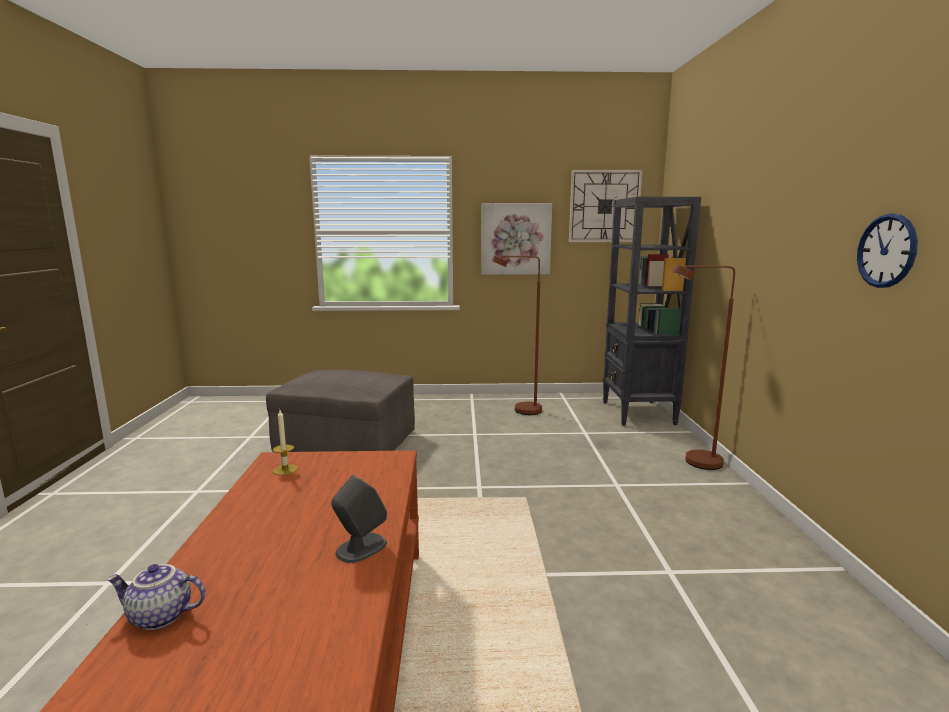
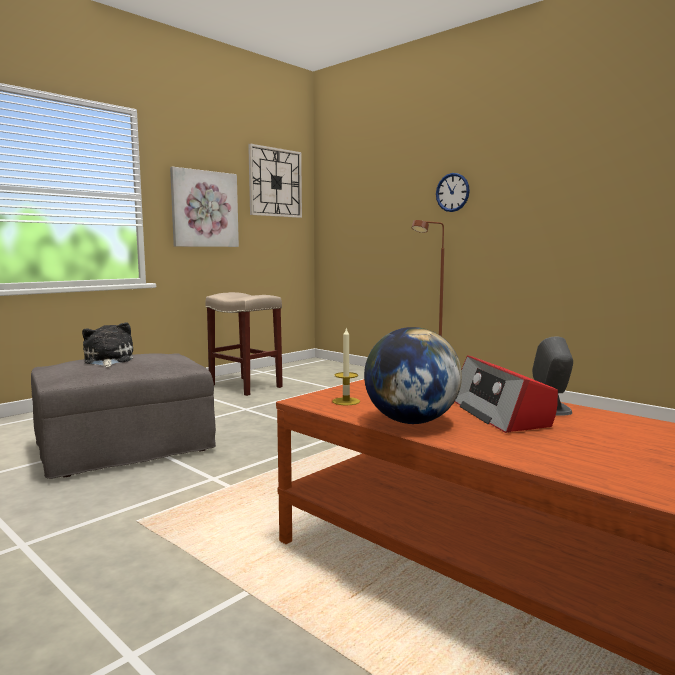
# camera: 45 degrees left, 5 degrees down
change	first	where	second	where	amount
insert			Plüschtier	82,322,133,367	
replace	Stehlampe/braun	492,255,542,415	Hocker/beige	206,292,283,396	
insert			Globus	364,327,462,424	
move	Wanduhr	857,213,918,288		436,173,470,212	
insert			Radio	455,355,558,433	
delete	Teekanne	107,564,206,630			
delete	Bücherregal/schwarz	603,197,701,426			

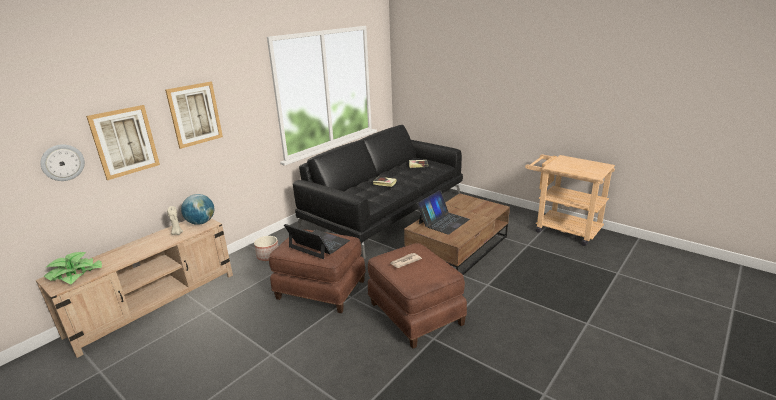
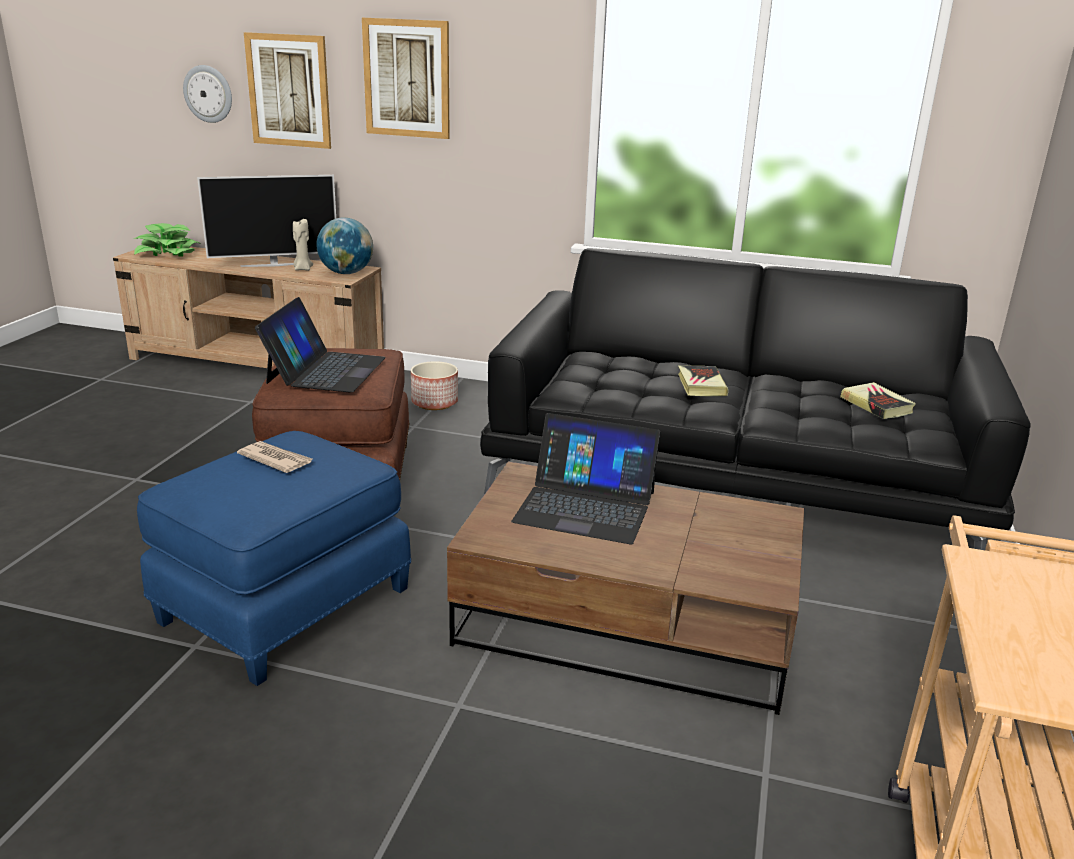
# camera: 65 degrees right, 0 degrees up
change	first	where	second	where	amount
recolor	Polsterhocker/braun	368,243,467,349	Polsterhocker/blau	137,431,411,686	
insert			Fernseher	197,175,336,267	

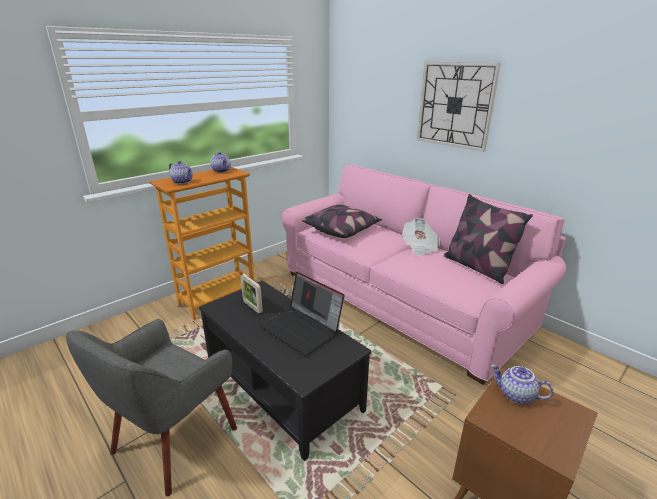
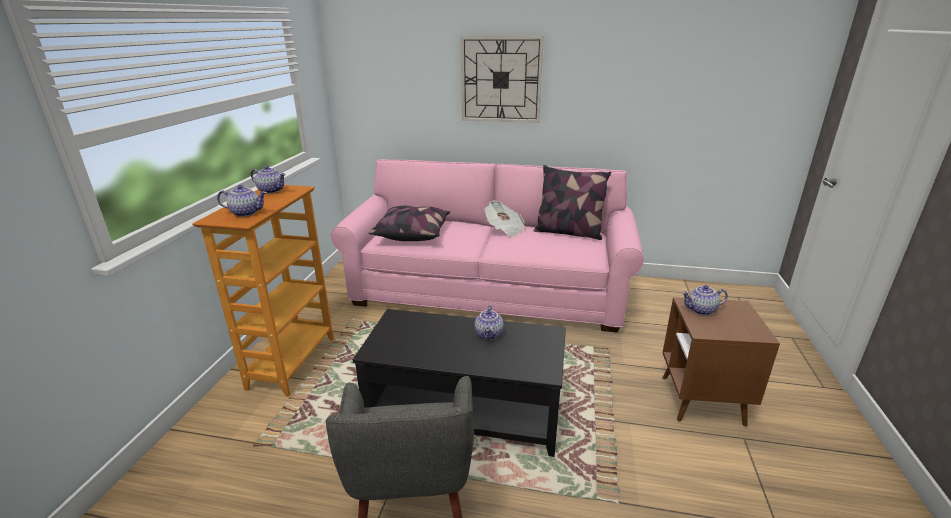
# camera: 35 degrees left, 0 degrees up
change	first	where	second	where	amount
replace	Laptop	260,272,344,356	Teekanne	475,305,504,340	
delete	Bilderrahmen	240,274,263,314			

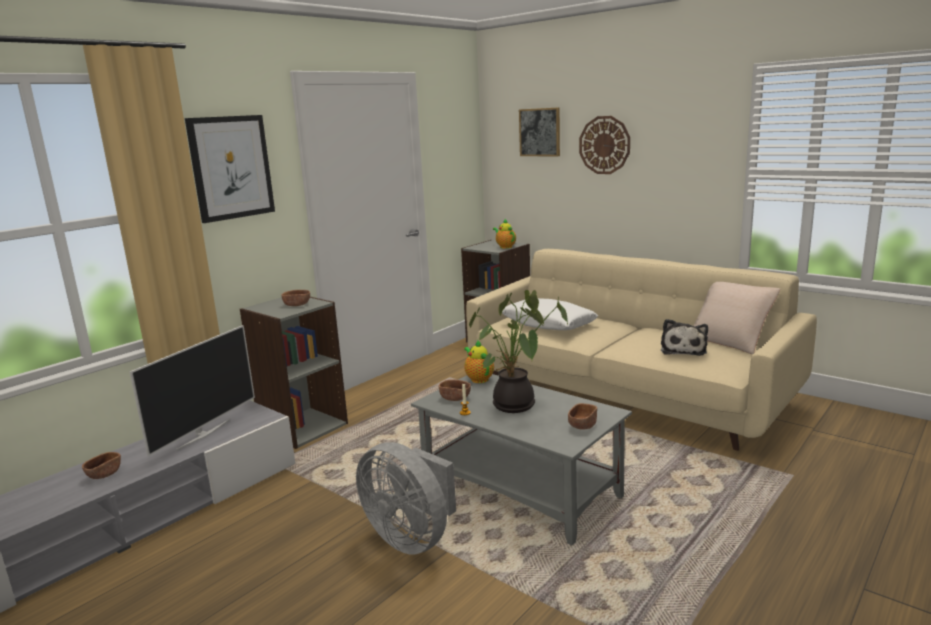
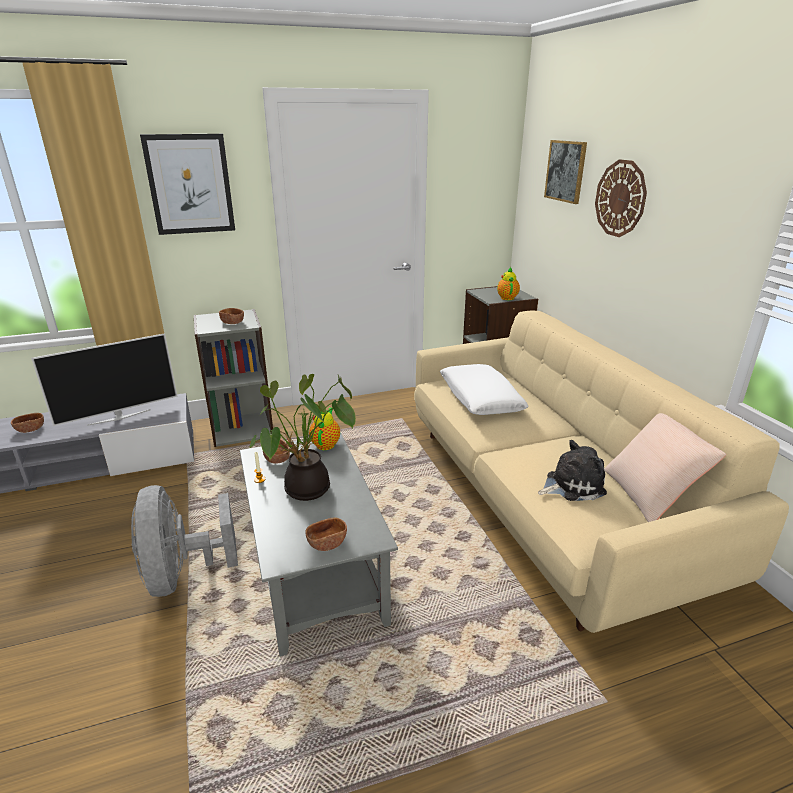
# camera: 30 degrees right, 10 degrees up
change	first	where	second	where	amount
rotate	Plüschtier	661,319,708,356		538,440,607,501	150 degrees counterclockwise

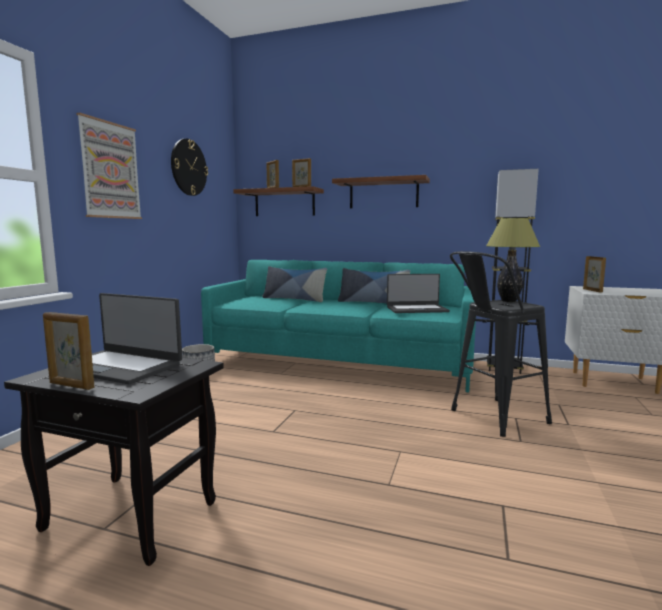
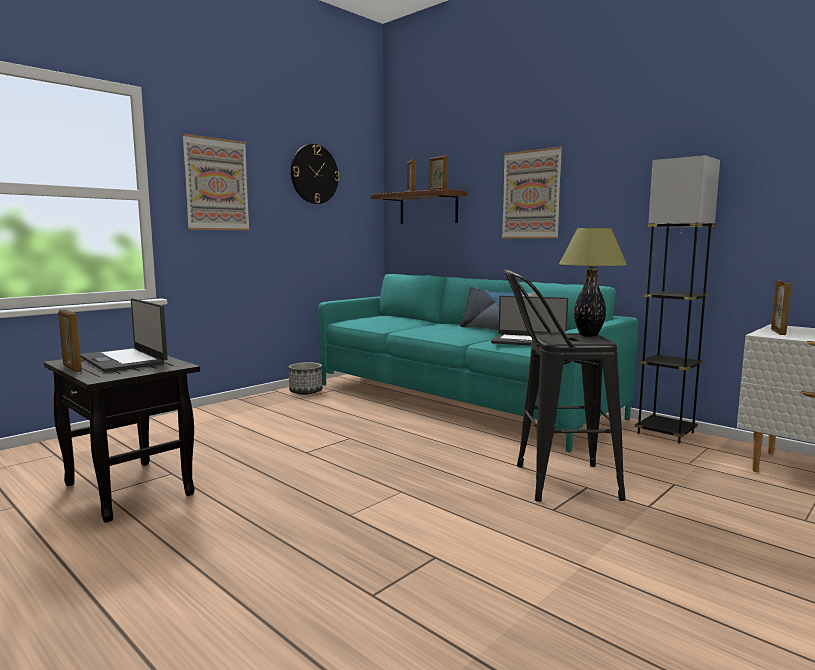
# camera: 25 degrees right, 0 degrees up
change	first	where	second	where	amount
replace	Wandregal	332,175,430,208	Bild	501,147,562,239	
delete	Kissen	262,266,327,302			

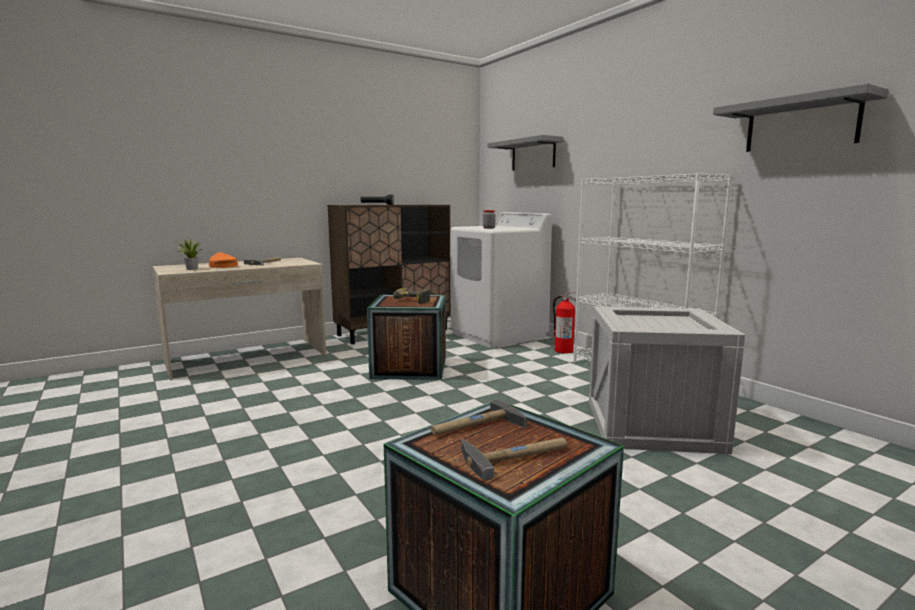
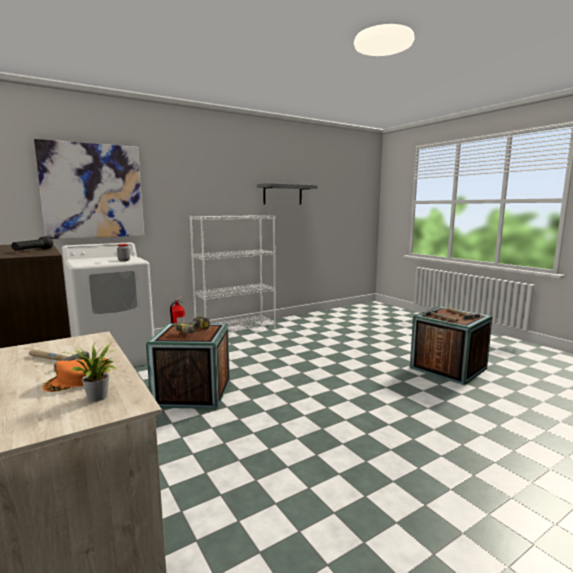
# camera: 90 degrees left, 0 degrees up
change	first	where	second	where	amount
replace	Wandregal/grau	488,135,564,170	Bild	34,139,144,239	
delete	Kiste	589,306,745,454			

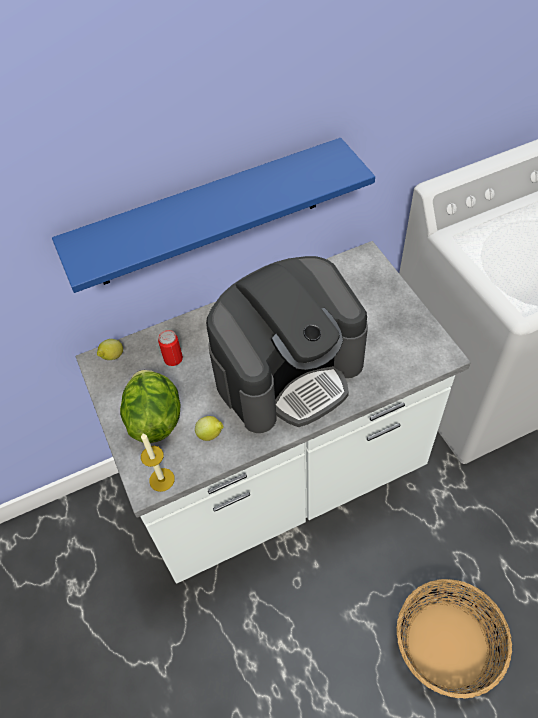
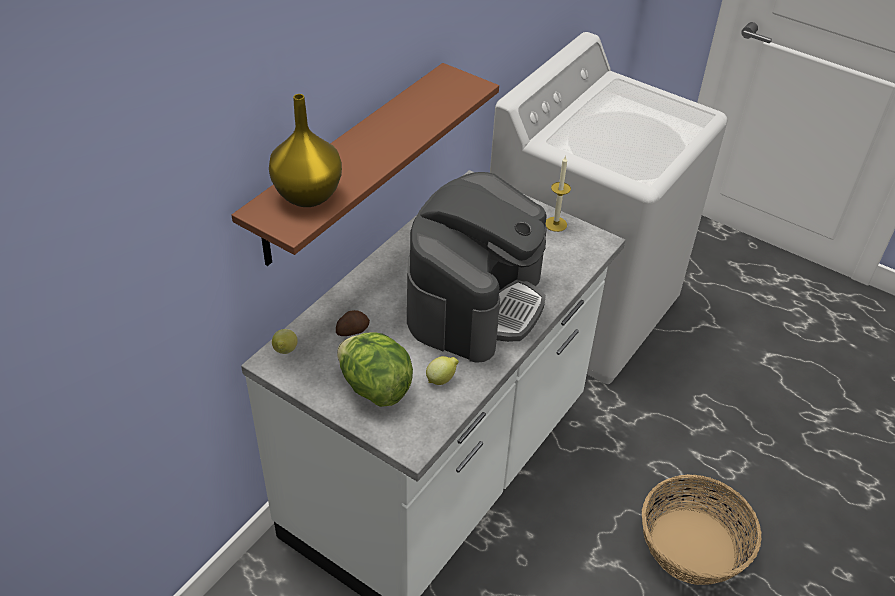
# camera: 35 degrees left, 10 degrees down
change	first	where	second	where	amount
recolor	Wandregal/blau	52,138,375,293	Wandregal/braun	231,63,499,266	
insert			Vase/gelb	269,94,342,207	
replace	Dose	158,330,183,366	Kartoffel	336,310,370,336	
move	Kerze	141,434,175,492		546,155,571,232	

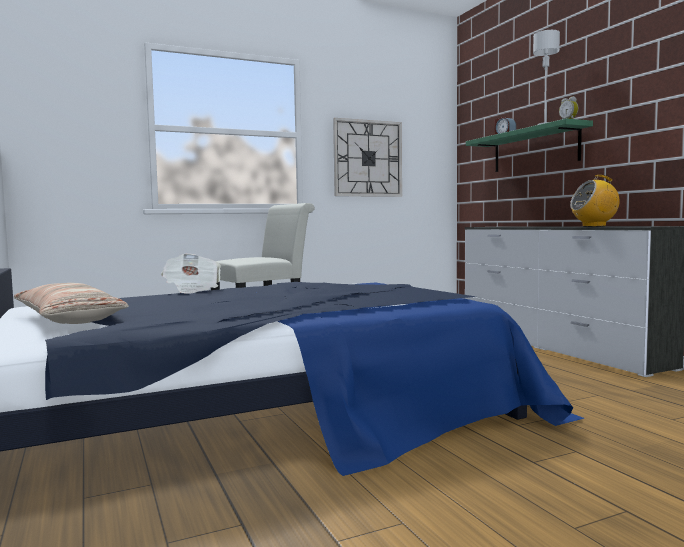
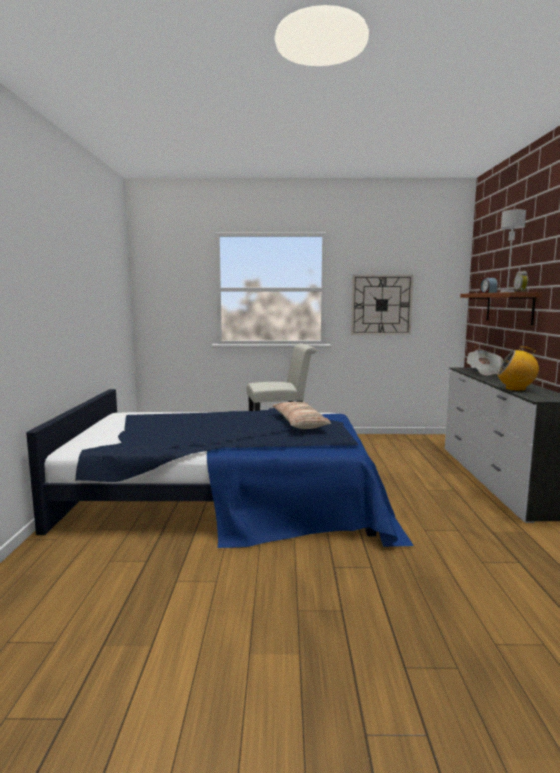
# camera: 25 degrees right, 5 degrees up
change	first	where	second	where	amount
move	Kissen	14,283,129,324		273,402,331,429	
recolor	Wandregal/grün	466,118,593,172	Wandregal/braun	460,292,542,325	
move	Zeitung	161,254,221,294		466,349,503,375	

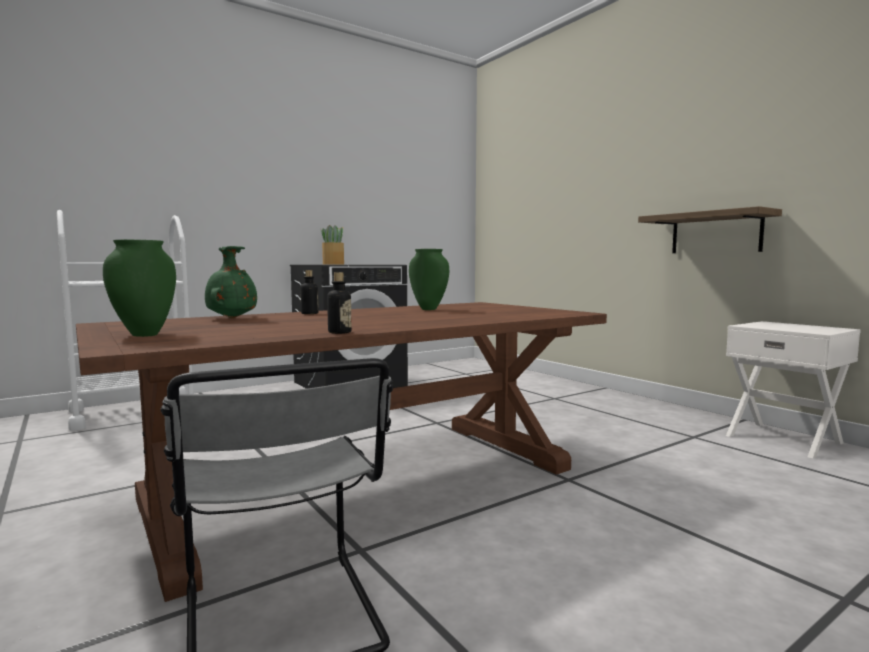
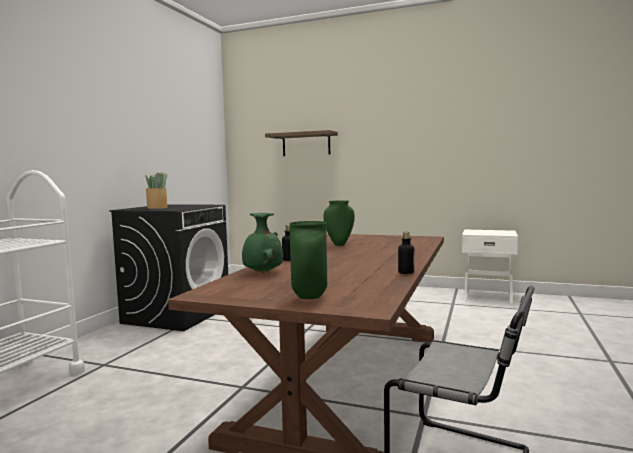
# camera: 35 degrees left, 0 degrees up
change	first	where	second	where	amount
move	Wandregal	638,206,782,253		265,130,338,156	

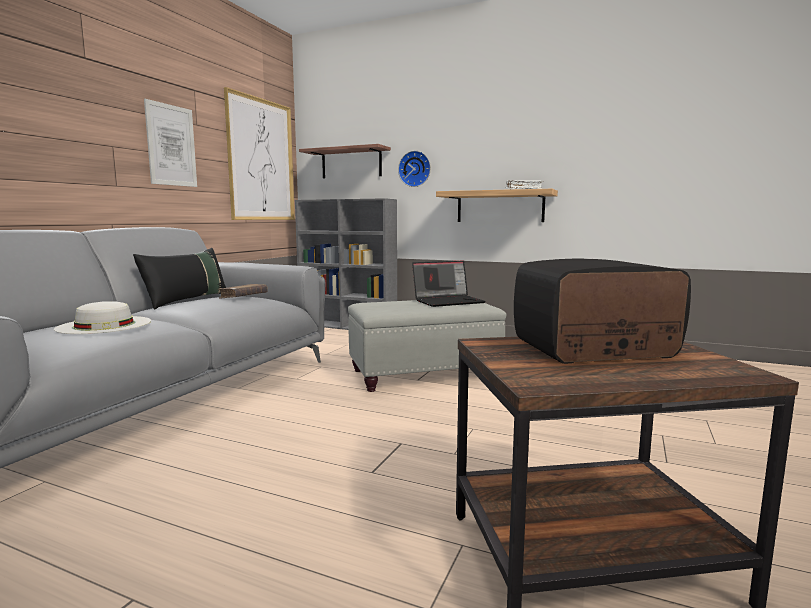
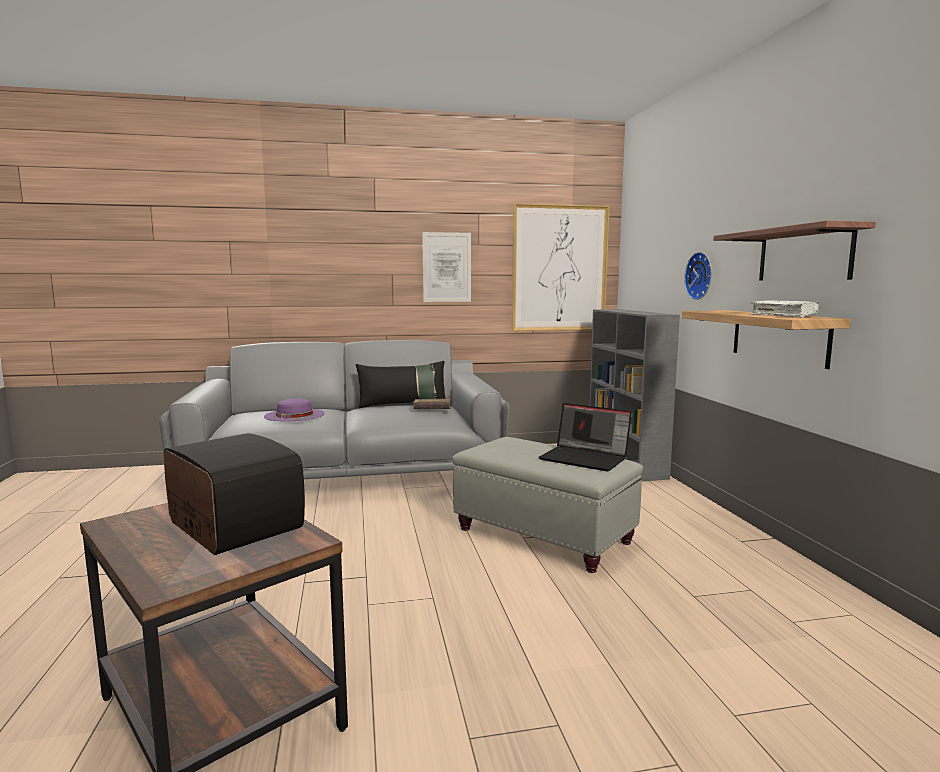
# camera: 55 degrees right, 0 degrees up
change	first	where	second	where	amount
recolor	Hut/weiß	54,301,151,334	Hut/lila	264,398,325,421	
move	Wandregal	299,144,391,178		714,221,876,281	

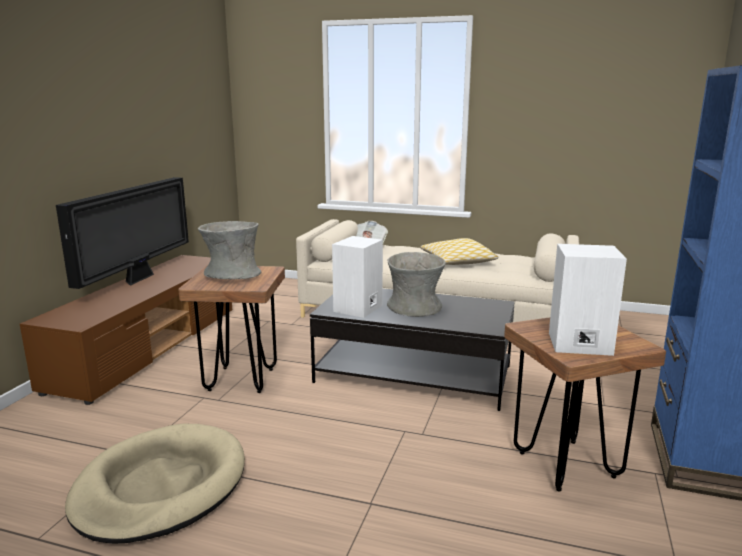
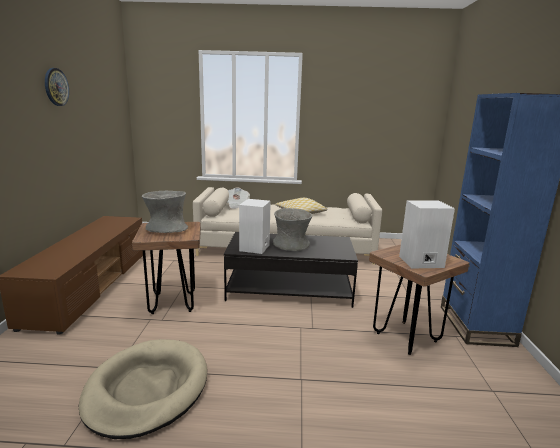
# camera: 15 degrees left, 0 degrees up
change	first	where	second	where	amount
insert			Wanduhr	45,68,69,106	
delete	Fernseher	56,177,189,289			

